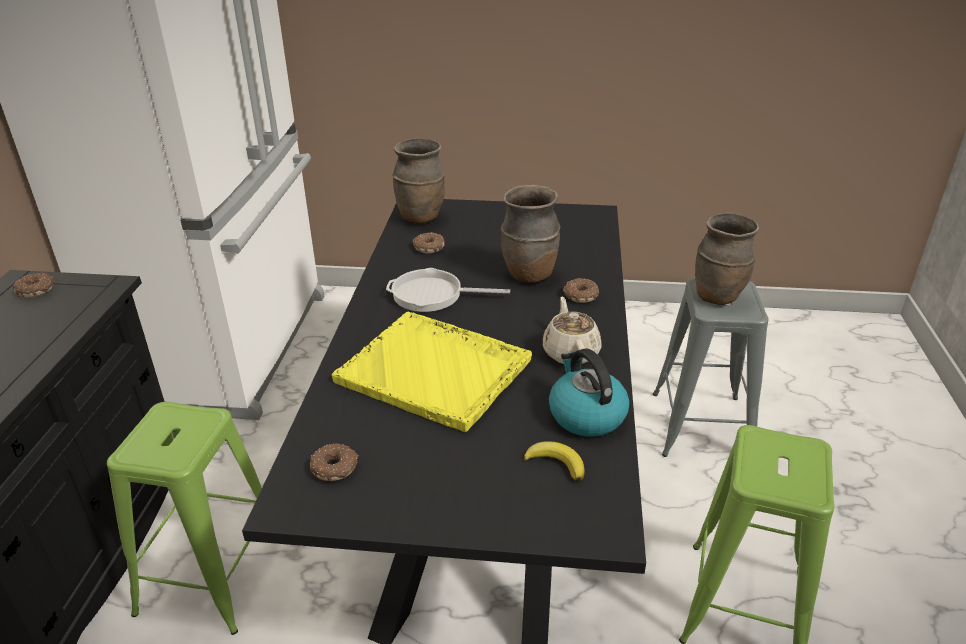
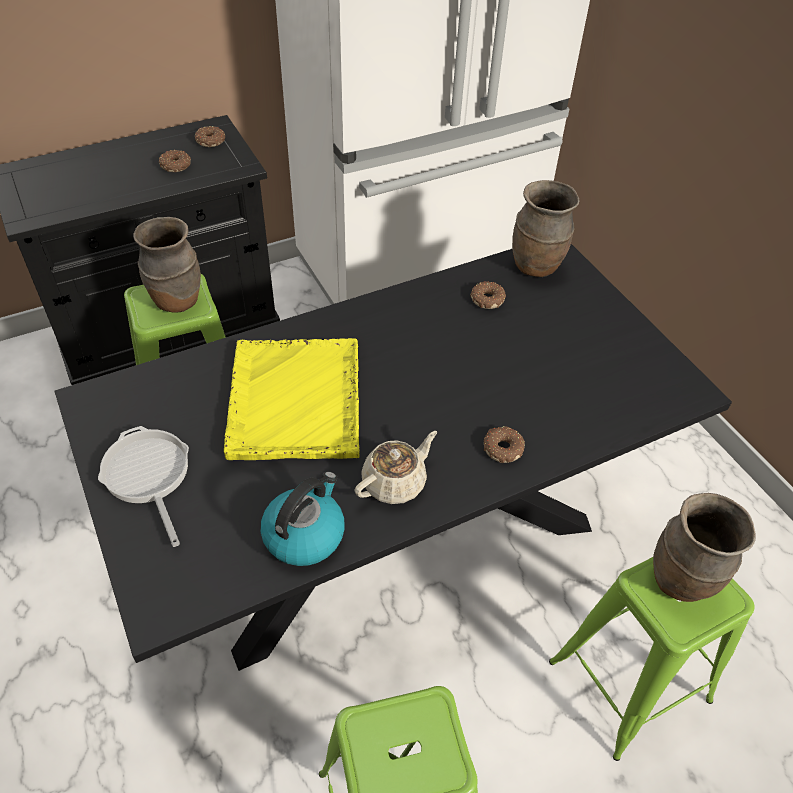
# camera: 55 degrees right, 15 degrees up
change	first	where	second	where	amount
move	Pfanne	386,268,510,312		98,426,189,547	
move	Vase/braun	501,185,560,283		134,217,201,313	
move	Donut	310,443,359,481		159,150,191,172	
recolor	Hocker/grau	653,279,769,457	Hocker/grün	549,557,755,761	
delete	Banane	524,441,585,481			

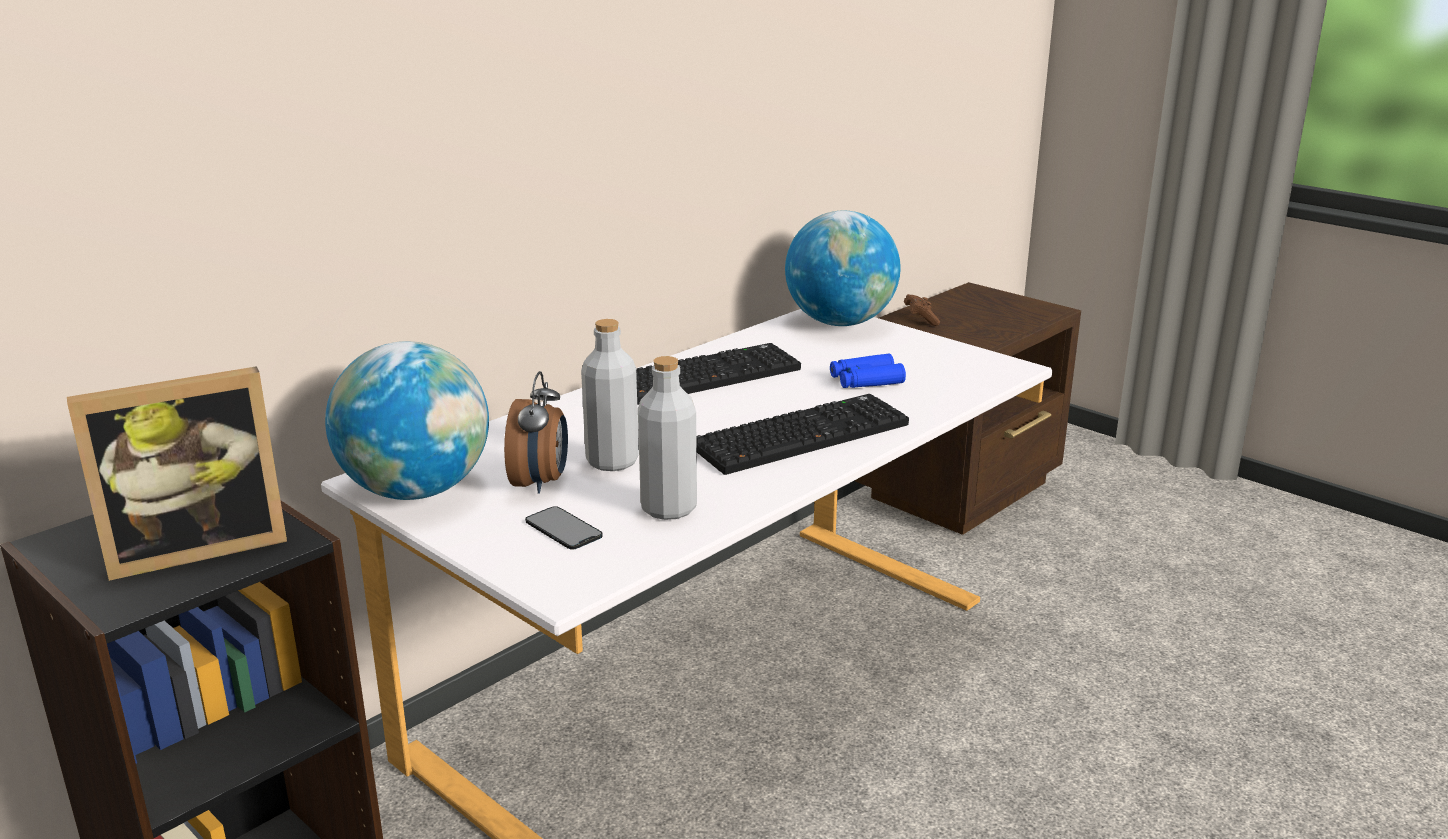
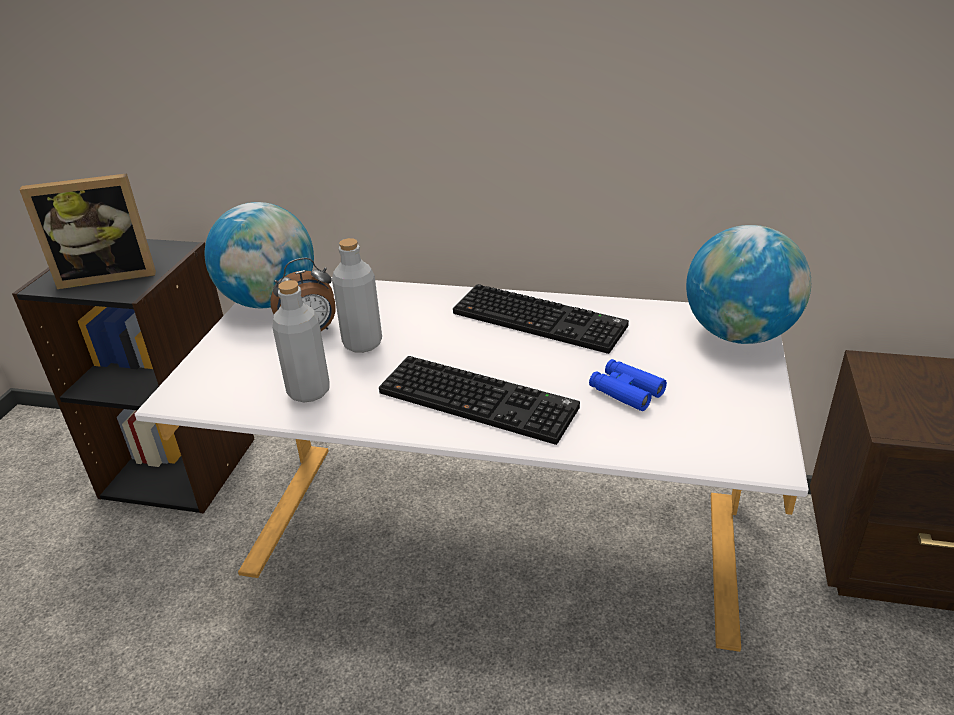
# camera: 60 degrees right, 10 degrees up
change	first	where	second	where	amount
rotate	Bilderrahmen	67,366,287,581		20,174,156,289	45 degrees counterclockwise
delete	Handy	525,506,603,549			
delete	Gamepad/braun	904,294,940,326			

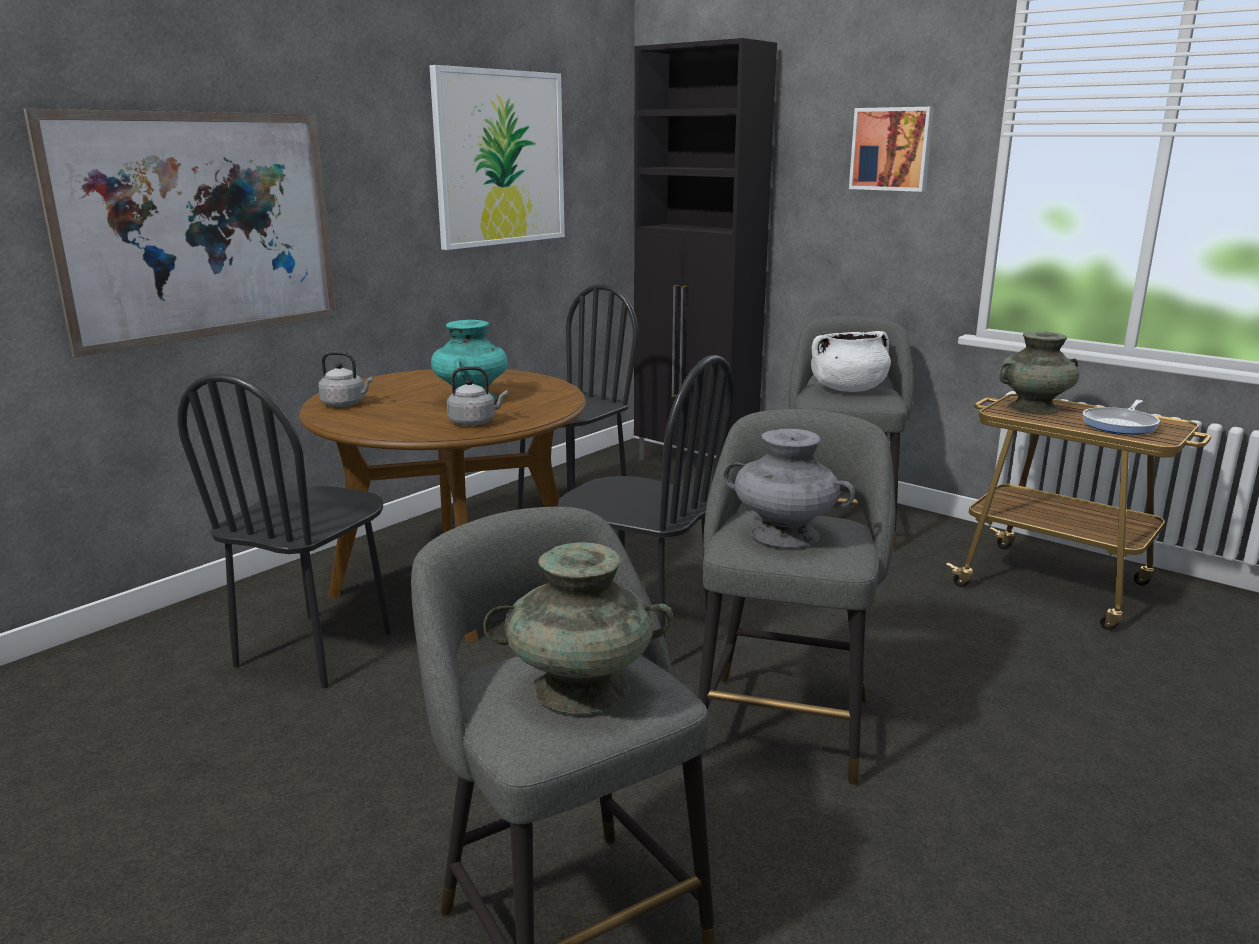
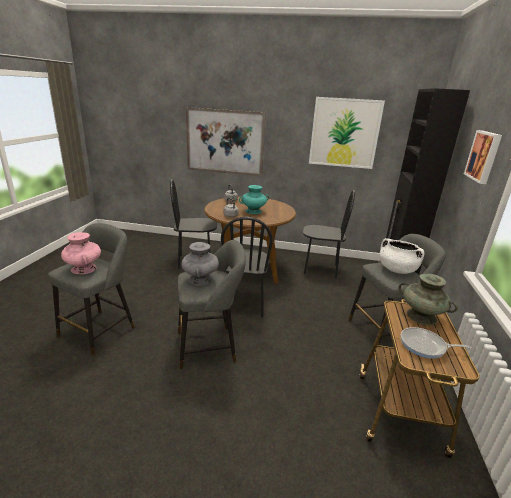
# camera: 60 degrees right, 5 degrees up
change	first	where	second	where	amount
recolor	Vase/türkis	483,542,673,714	Vase/rosa	61,232,101,274	

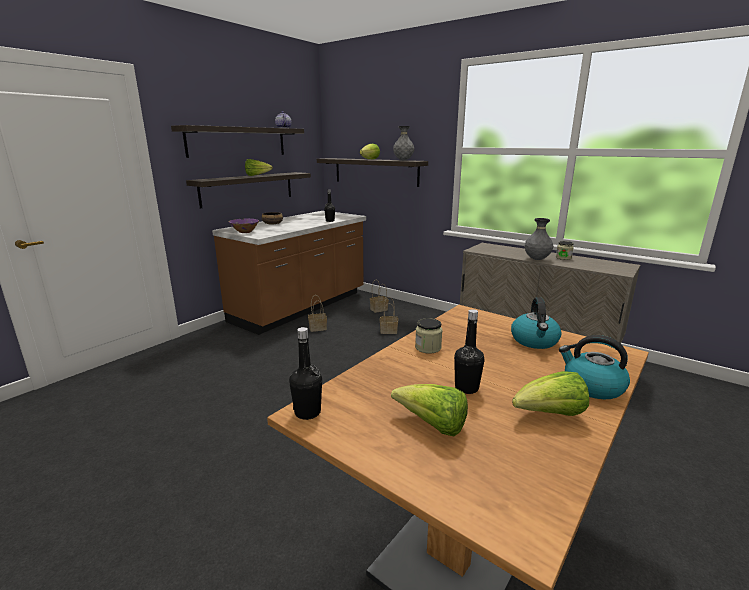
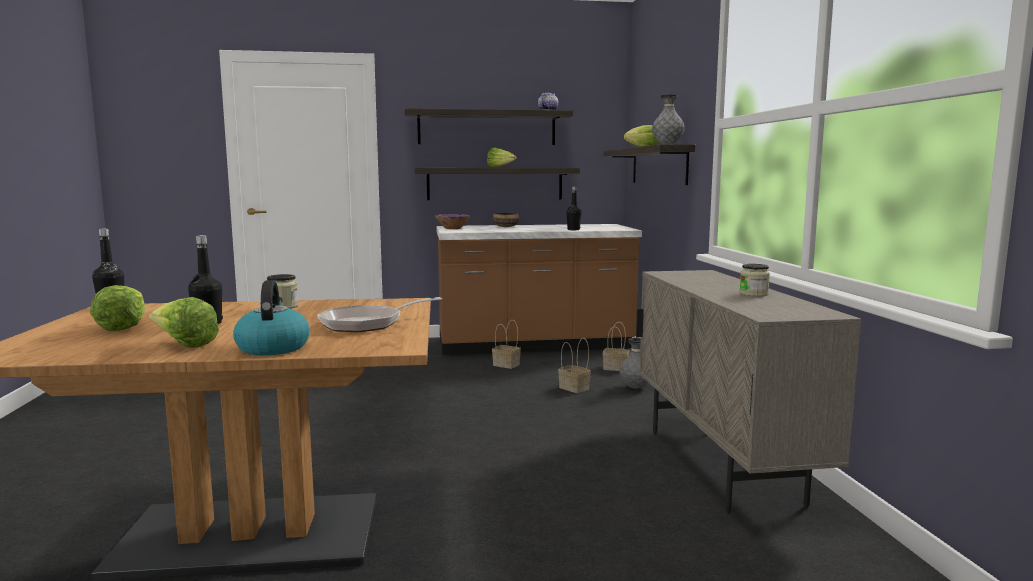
# camera: 45 degrees right, 10 degrees down
change	first	where	second	where	amount
replace	Wasserkessel	511,297,561,349	Pfanne	317,297,442,332	
move	Vase/grau	525,218,553,260		619,338,648,389	

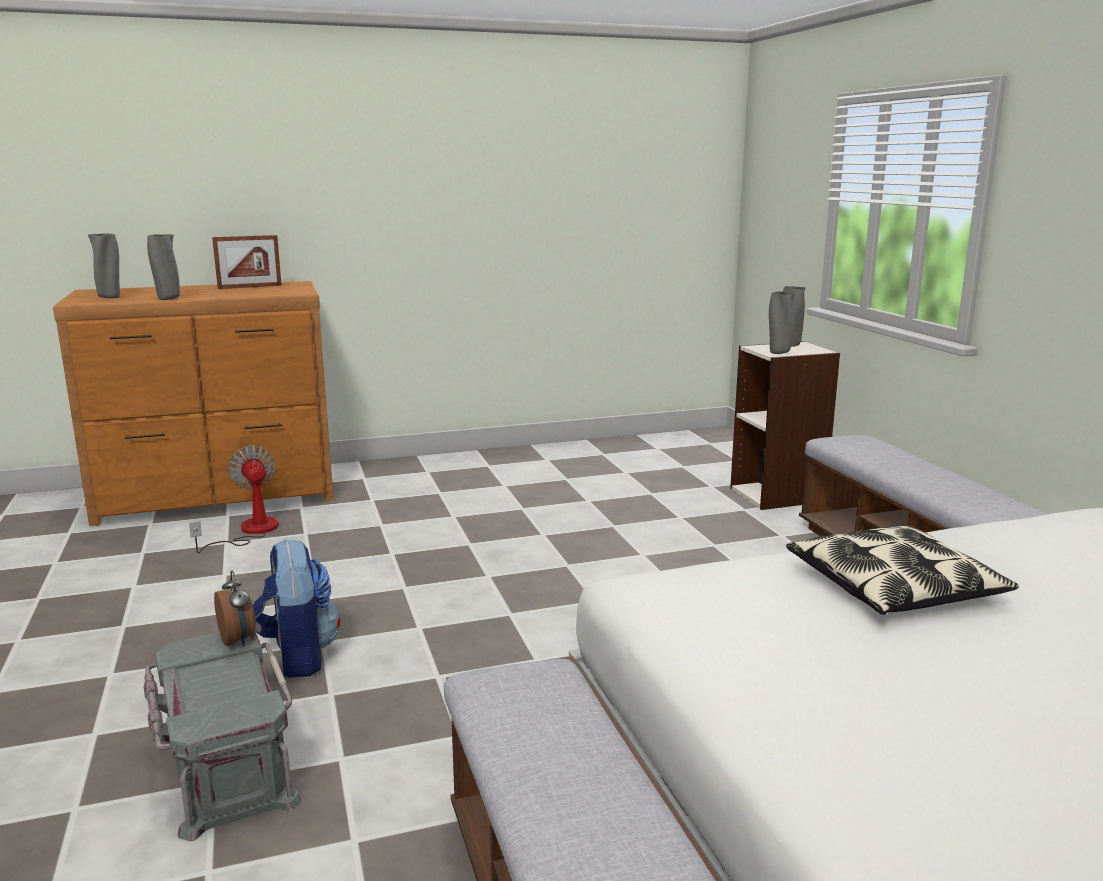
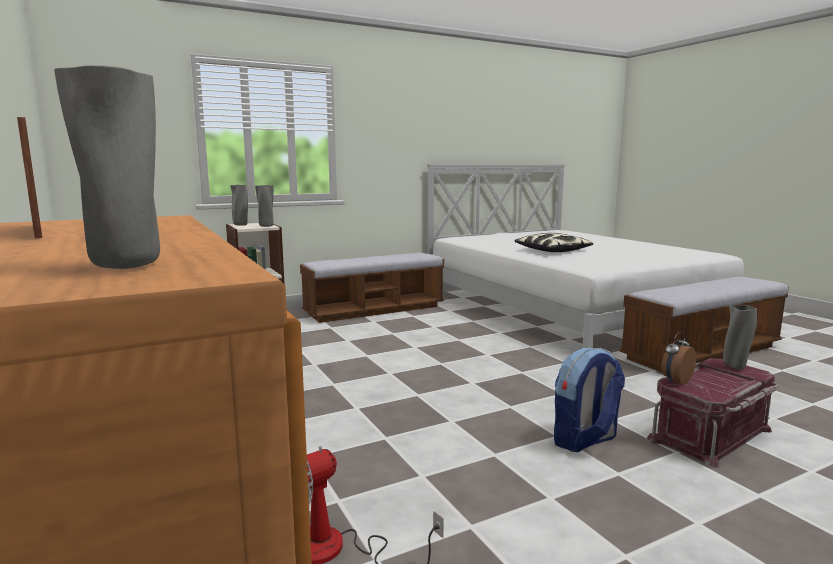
# camera: 100 degrees left, 5 degrees down
change	first	where	second	where	amount
recolor	Aufbewahrungsbox/grau	143,631,302,841	Aufbewahrungsbox/rot	647,358,779,468	
move	Vase/grau	147,234,180,300		723,305,757,370	

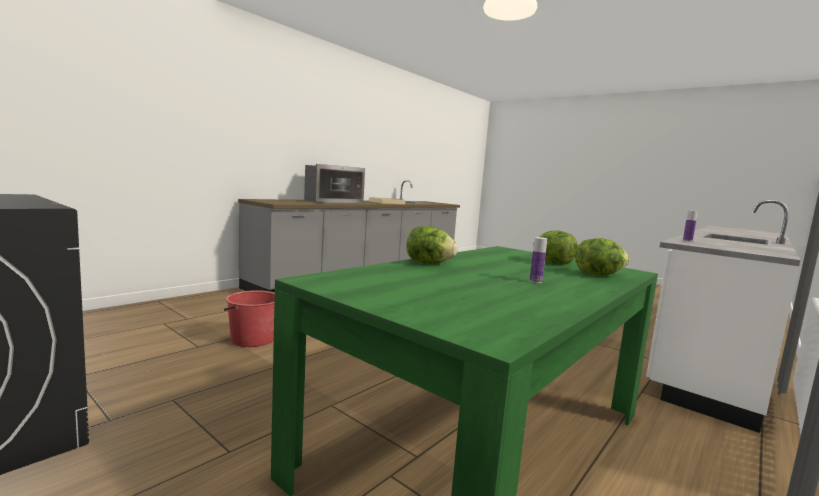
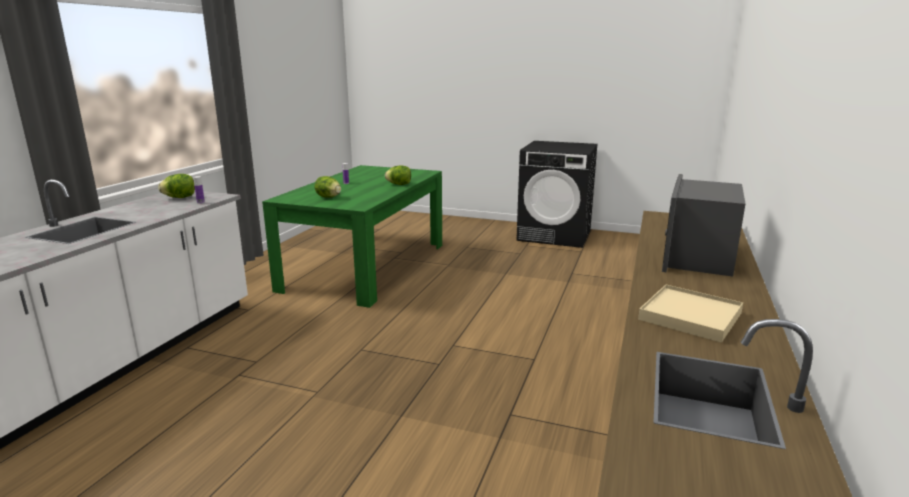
# camera: 160 degrees right, 10 degrees up
change	first	where	second	where	amount
move	Salatkopf	575,238,629,275		158,174,195,198	
delete	Eimer/rot	224,290,275,347			

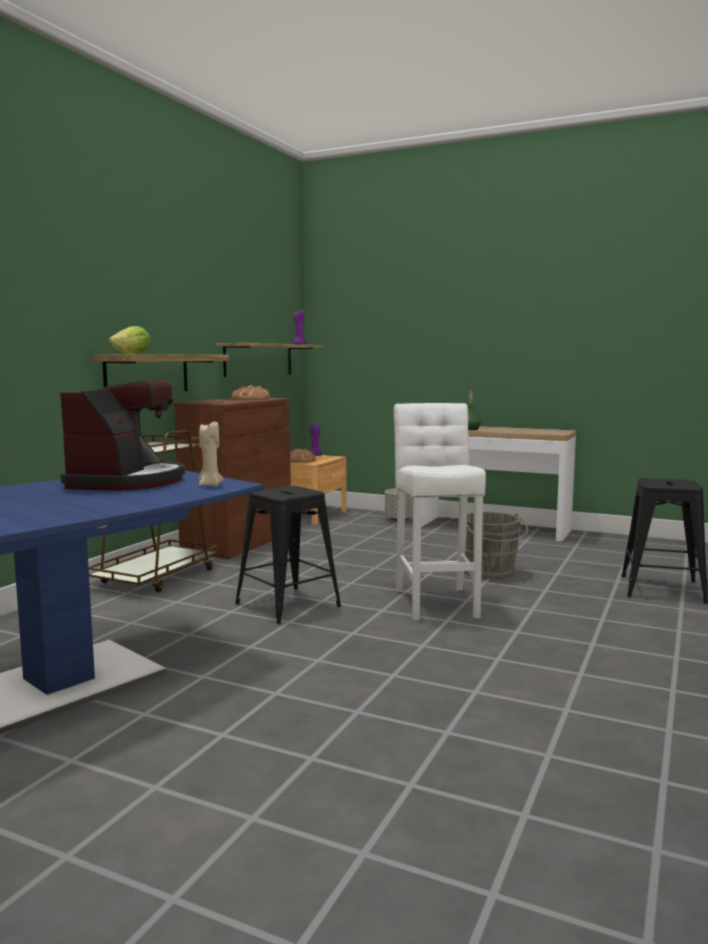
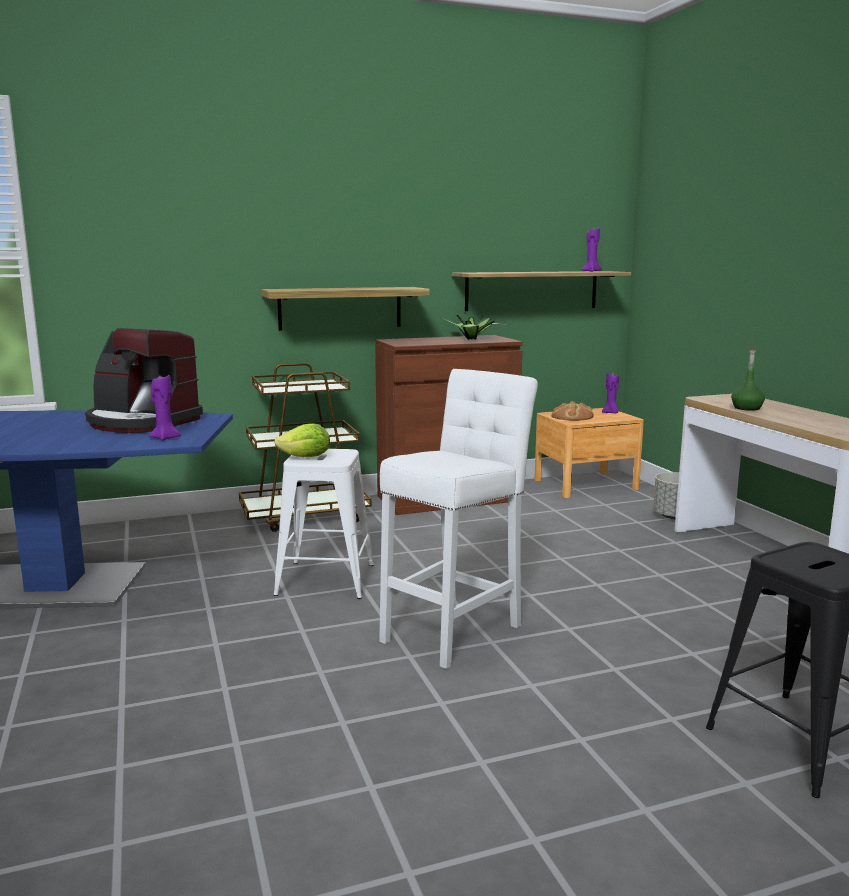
# camera: 45 degrees right, 5 degrees up
change	first	where	second	where	amount
rotate	Kaffeemaschine	60,379,185,491		85,328,203,433	60 degrees clockwise
recolor	Kerze/beige	198,420,224,486	Kerze/lila	149,375,181,441	
recolor	Hocker/schwarz	235,485,341,624	Hocker/weiß	273,449,374,599	
move	Salatkopf	109,326,151,354		274,423,330,457	
replace	Brot	231,385,270,400	Topfpflanze	440,315,509,340	
delete	Eimer/grau	464,512,528,579			

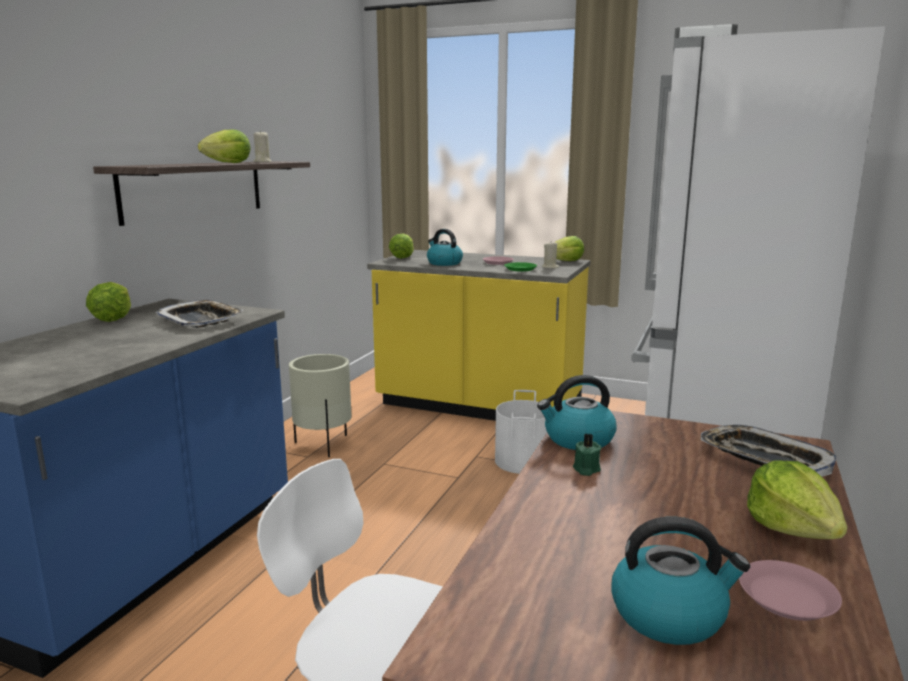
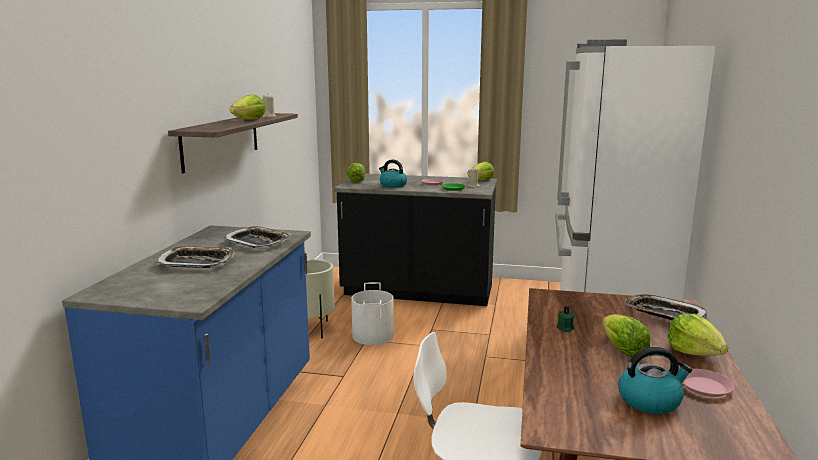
# camera: 10 degrees left, 0 degrees up
change	first	where	second	where	amount
insert			Tablett	157,246,235,268	
recolor	Küchenzeile/gelb	367,250,590,421	Küchenzeile/schwarz	334,174,497,306	
move	Eimer/weiß	495,390,547,474		351,282,394,345	
move	Salatkopf	86,282,131,322		602,314,651,356	
delete	Wasserkessel	537,375,617,450			

